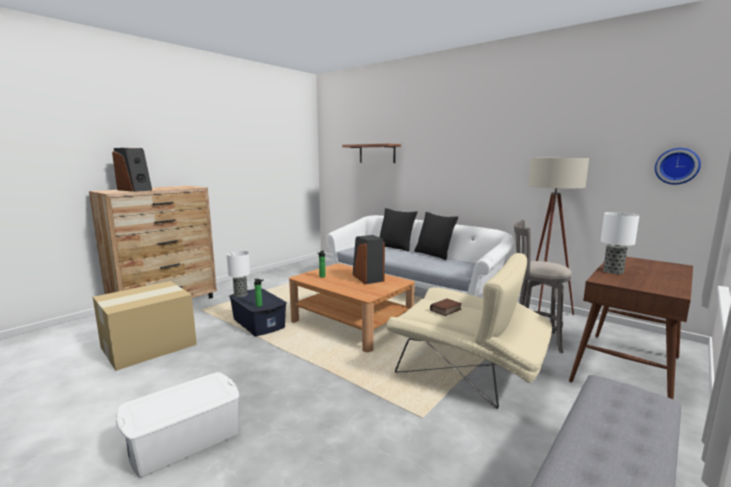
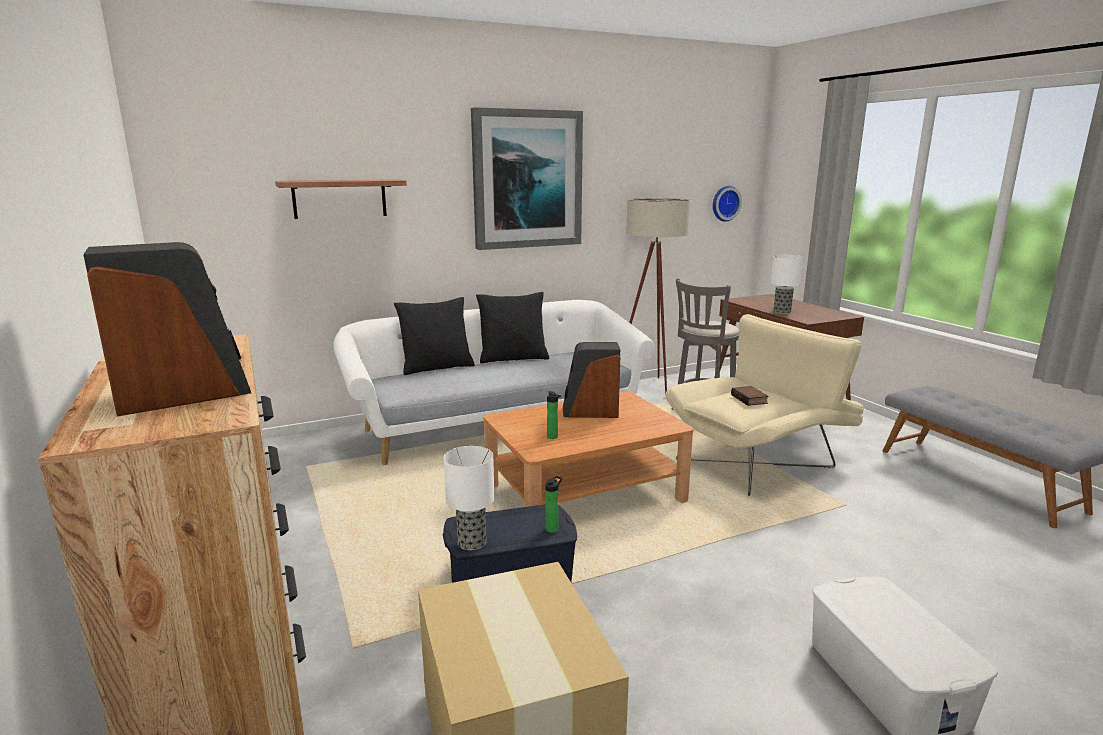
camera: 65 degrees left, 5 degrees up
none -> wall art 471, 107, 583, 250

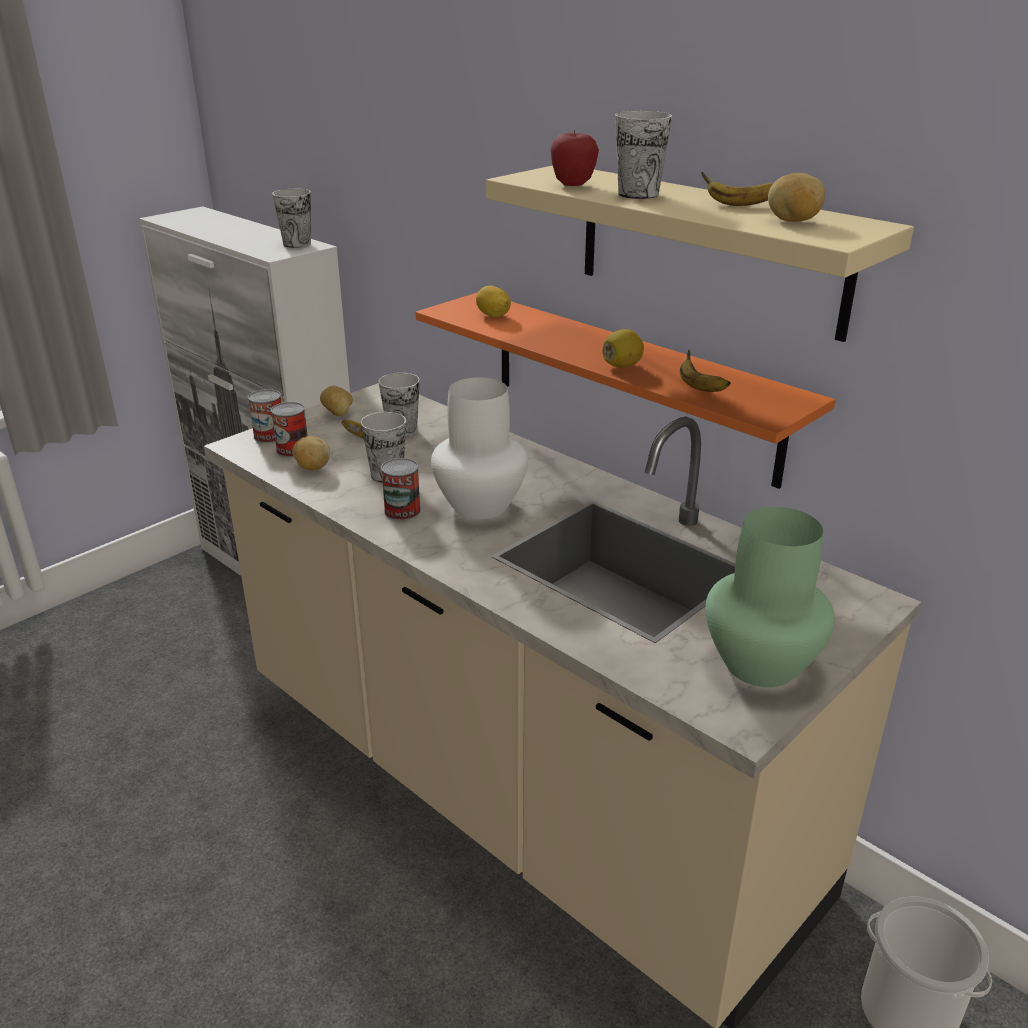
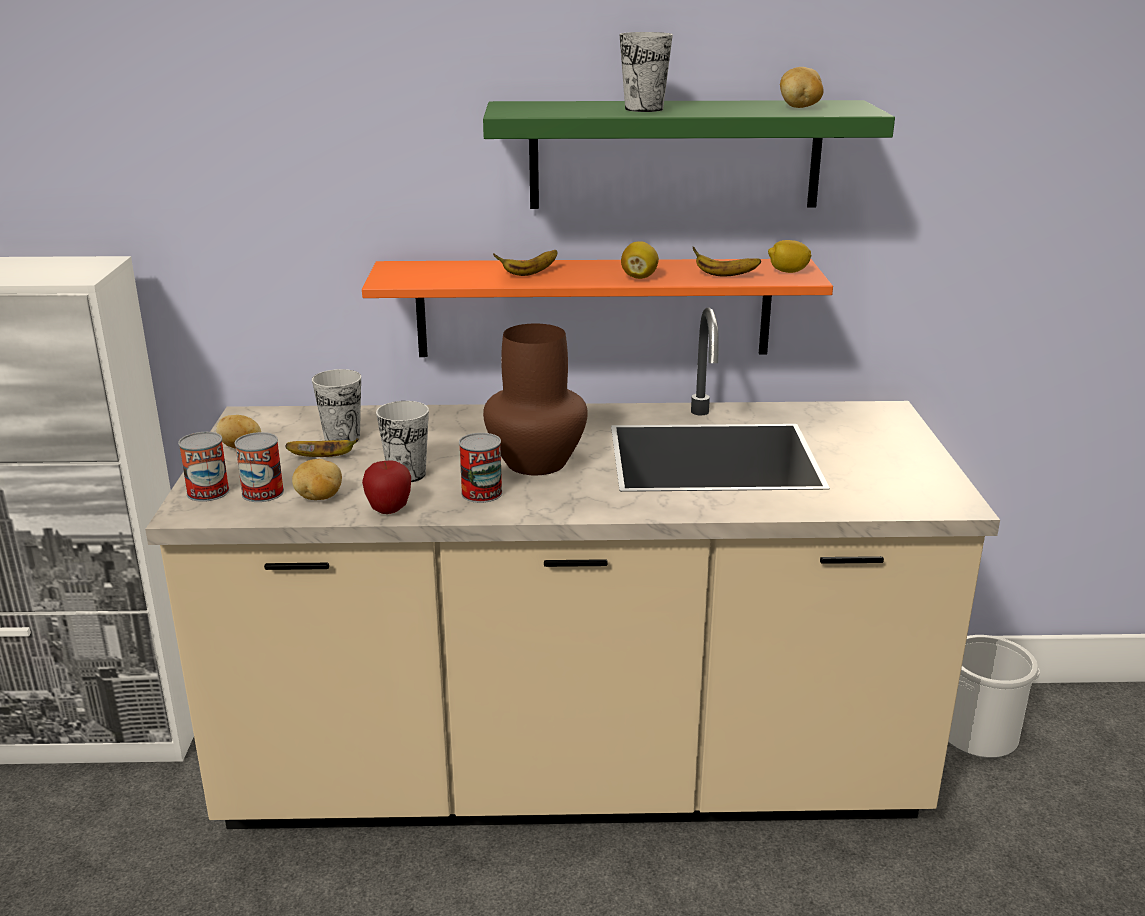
camera: 45 degrees left, 5 degrees down
drinking cup 272, 189, 311, 248 -> none
decorative vase (white) 431, 377, 528, 519 -> decorative vase (brownish) 483, 324, 588, 475
citrus fruit 476, 286, 511, 317 -> citrus fruit 768, 240, 812, 273, shifted
bracket shelf (beige) 486, 165, 914, 342 -> bracket shelf (green) 483, 100, 895, 209
apple fruit 550, 130, 599, 186 -> apple fruit 362, 460, 411, 514, shifted
banana 701, 172, 773, 206 -> banana 493, 250, 558, 276, shifted
decorative vase (green) 705, 507, 835, 687 -> none

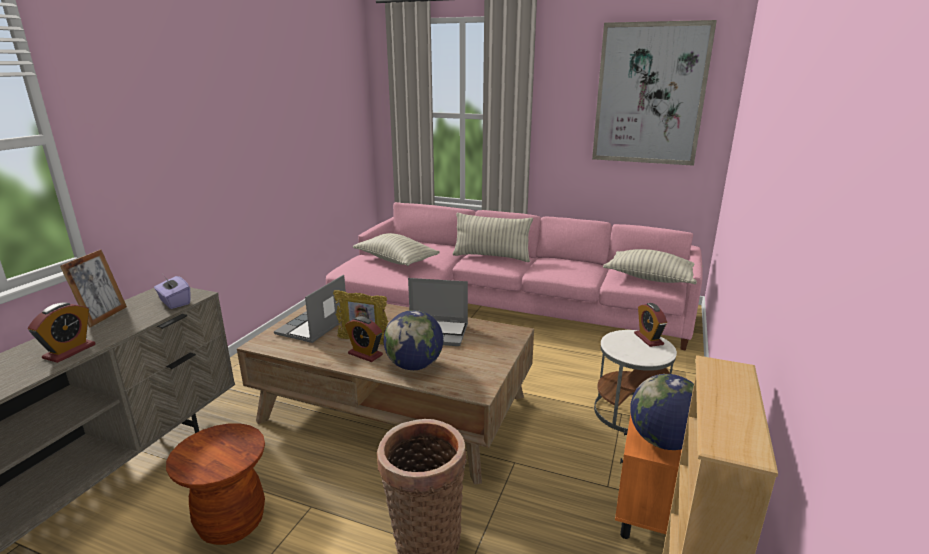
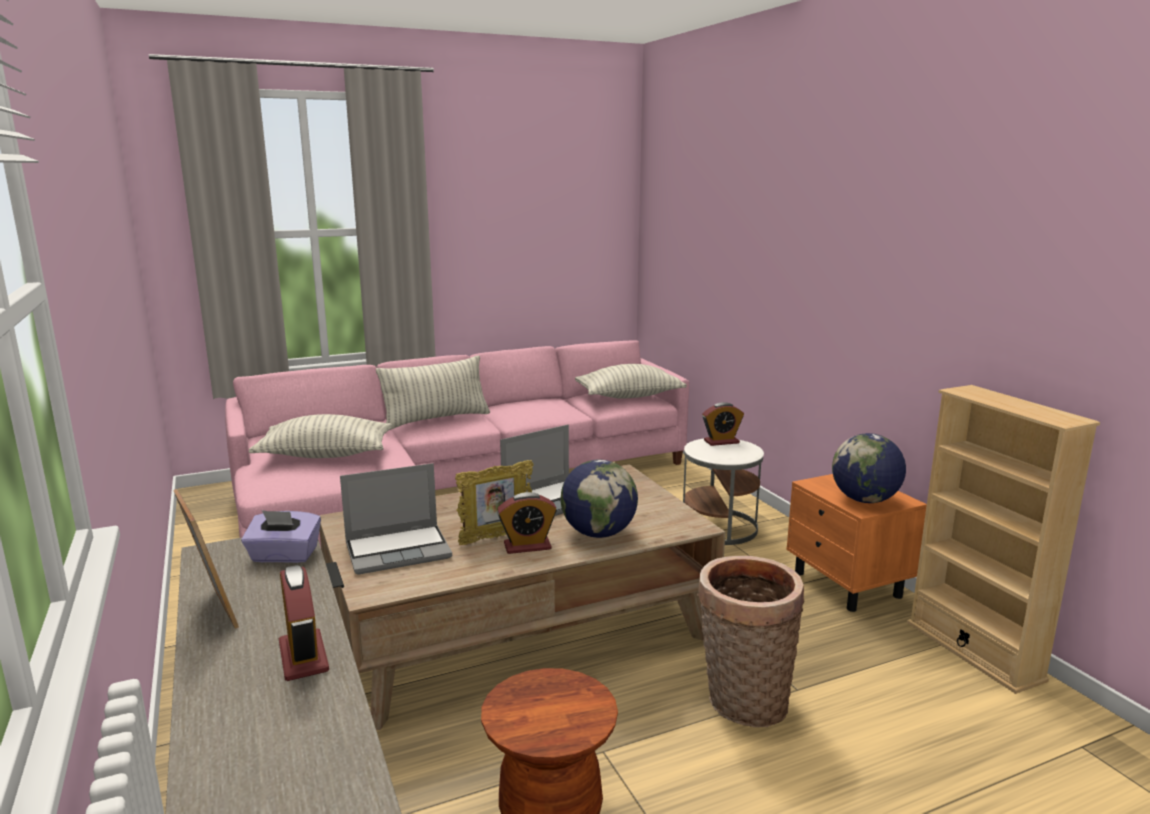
camera: 45 degrees left, 5 degrees down
portable computer 274, 275, 346, 343 -> portable computer 340, 463, 452, 575, 90 degrees counterclockwise
wall art 592, 20, 717, 166 -> none
bedside clock 634, 303, 667, 347 -> bedside clock 702, 402, 744, 446, 45 degrees counterclockwise

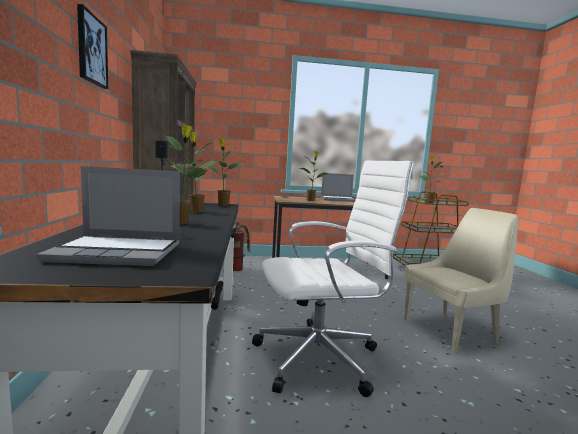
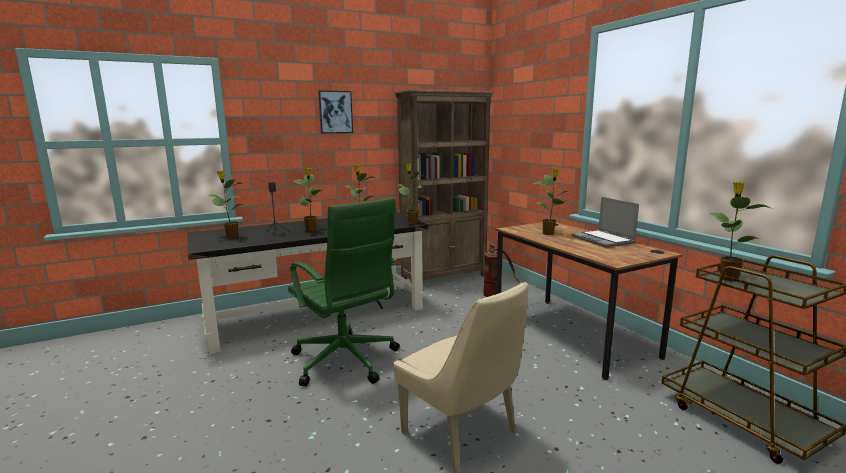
camera: 70 degrees right, 5 degrees up
portable computer 36, 166, 180, 266 -> plant in a pot 209, 170, 243, 238
desk chair (white) 252, 161, 414, 397 -> desk chair (green) 288, 197, 400, 386

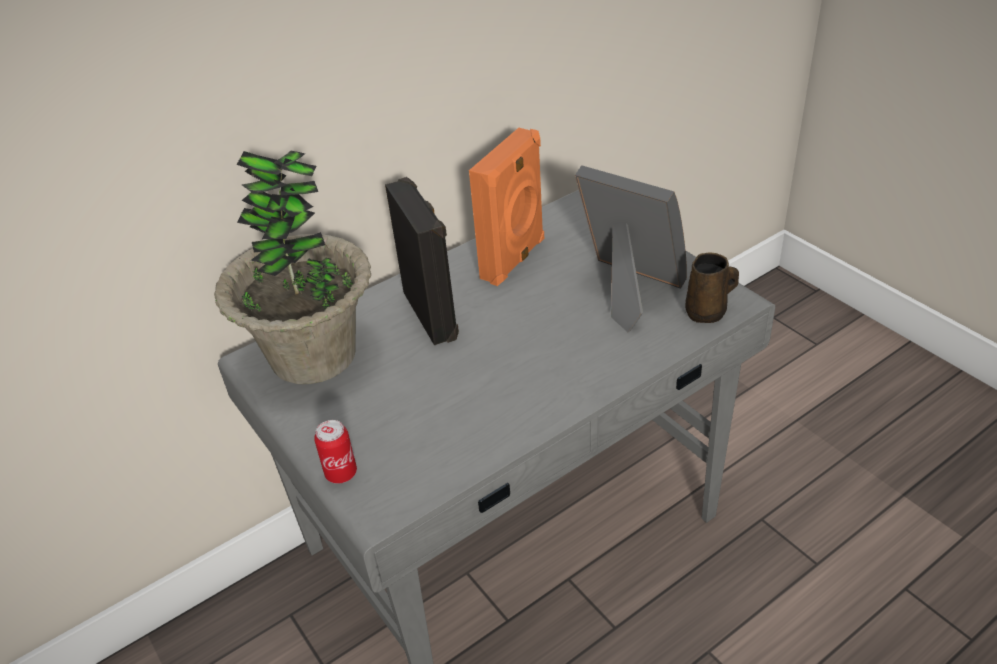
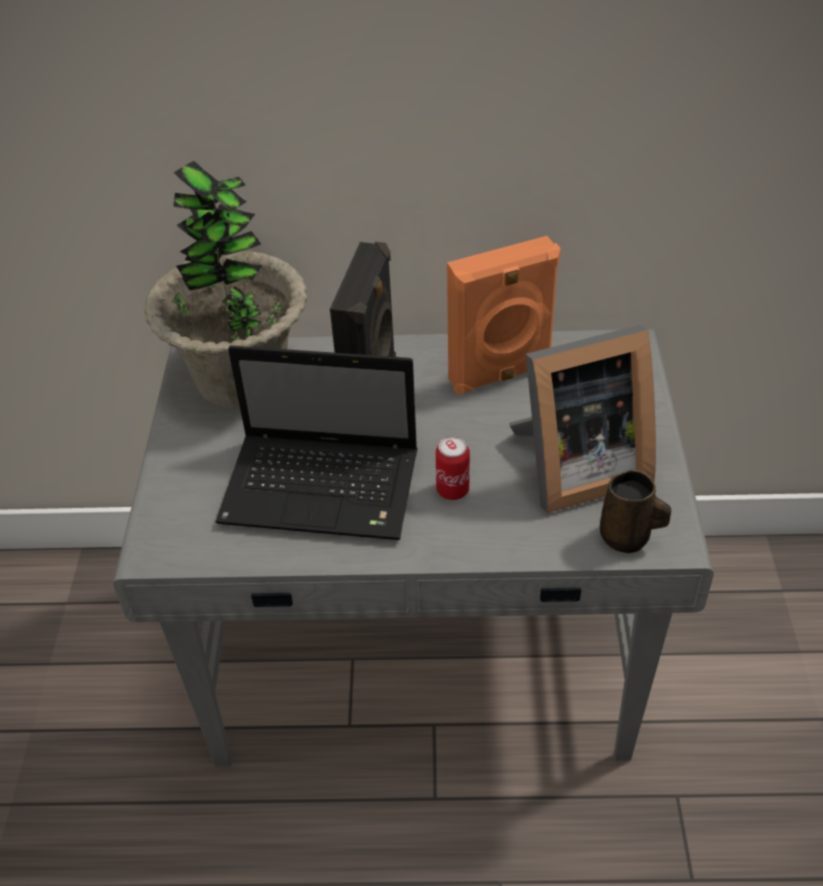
camera: 35 degrees right, 5 degrees up
sealed can 314, 420, 357, 484 -> sealed can 436, 436, 470, 500, shifted
picture frame 575, 165, 687, 332 -> picture frame 509, 325, 656, 513, 90 degrees clockwise
none -> portable computer 216, 346, 418, 540

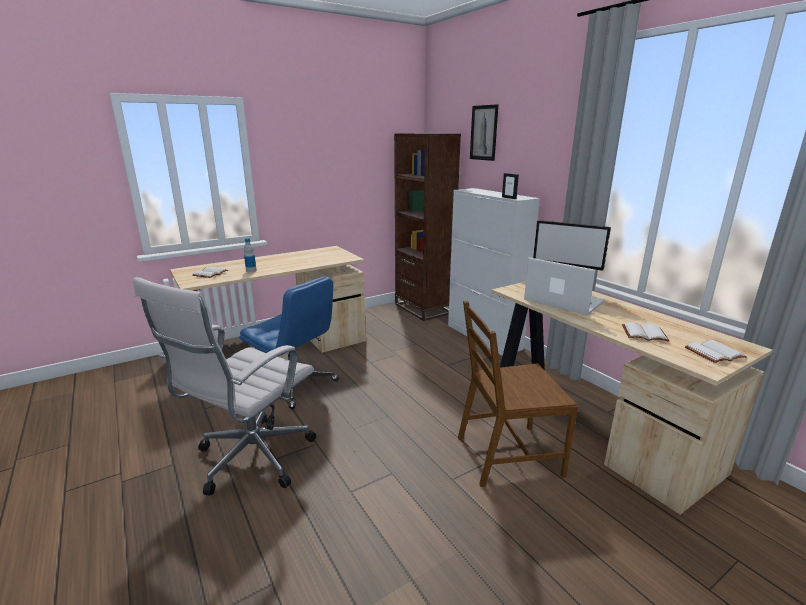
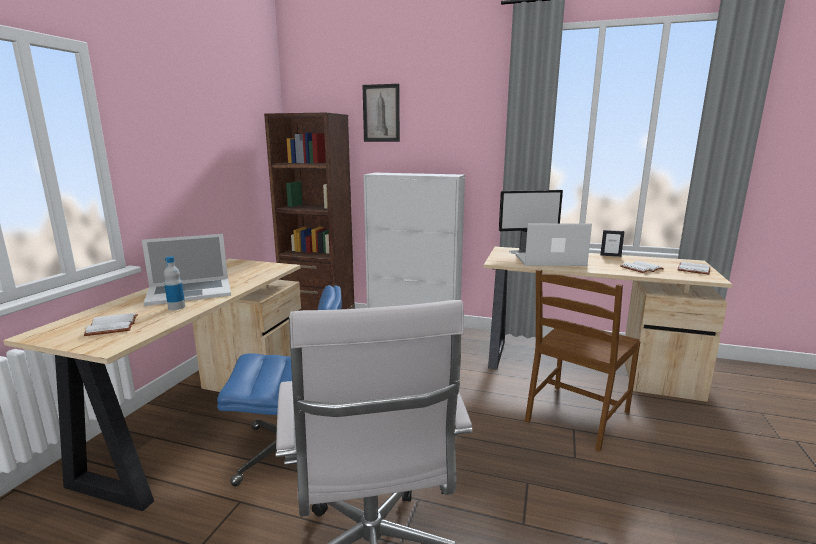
camera: 40 degrees left, 5 degrees down
picture frame 502, 173, 519, 199 -> picture frame 600, 230, 624, 257, shifted
none -> portable computer 142, 234, 231, 306

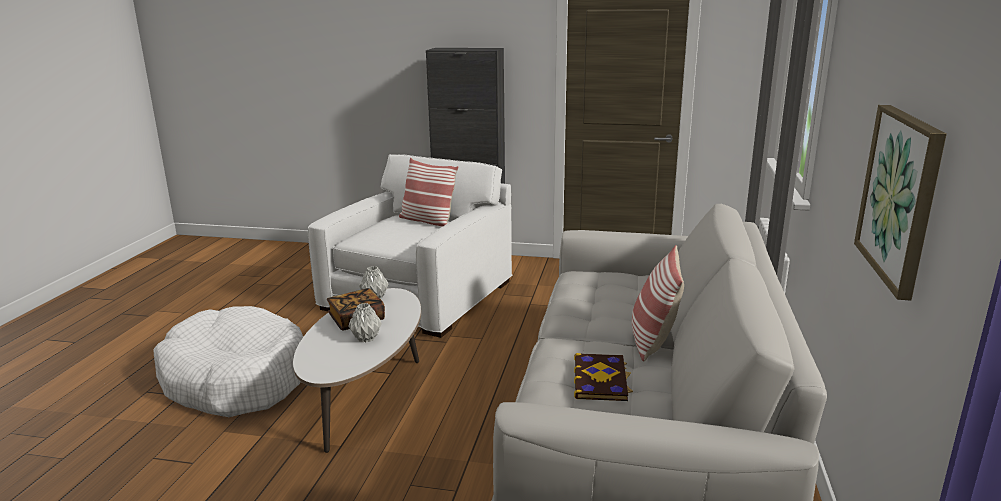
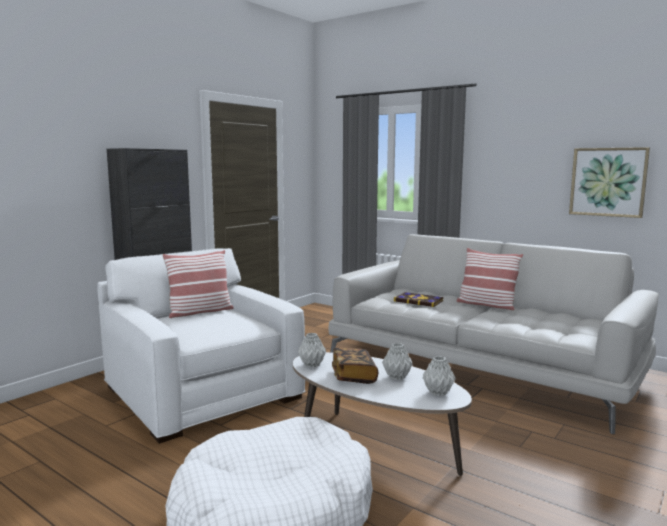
camera: 65 degrees left, 10 degrees down
book 574, 353, 633, 401 -> book 394, 292, 444, 307, shifted
none -> decorative vase (greyish) 423, 356, 456, 396

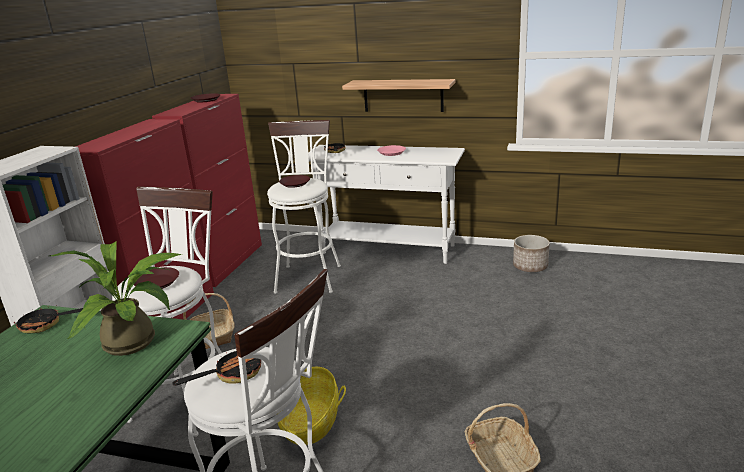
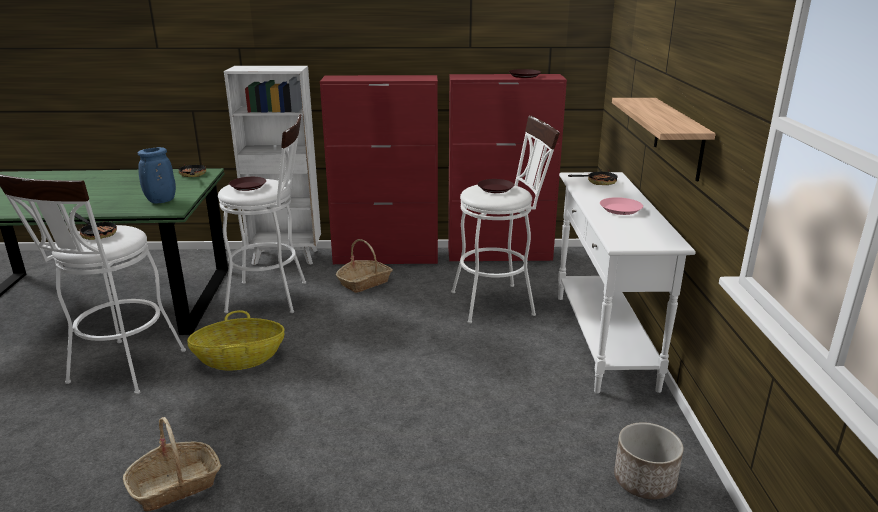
camera: 70 degrees right, 0 degrees up
plant in a pot 50, 241, 182, 356 -> decorative vase (bluish) 138, 147, 176, 204

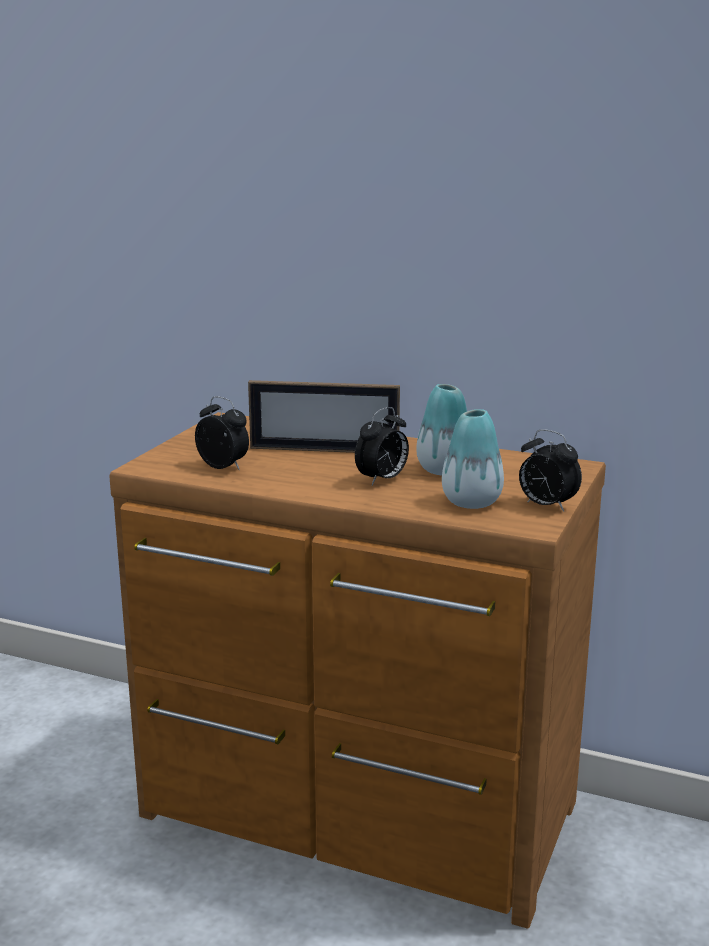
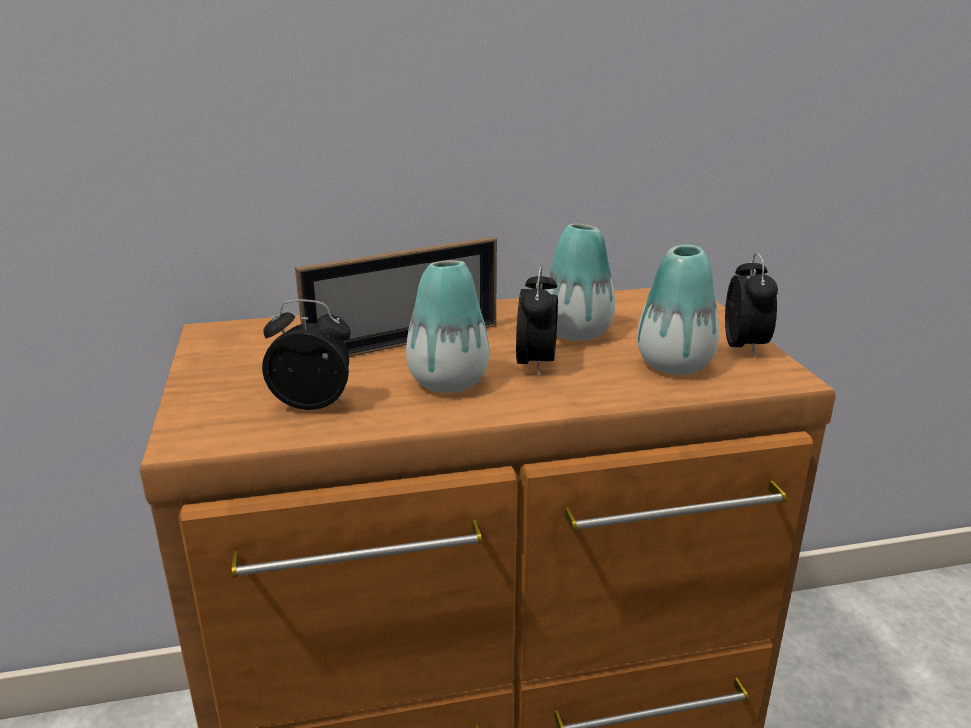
camera: 35 degrees left, 5 degrees up
bedside clock 519, 429, 582, 512 -> bedside clock 725, 252, 778, 358, 90 degrees counterclockwise
none -> decorative vase 406, 260, 489, 393

